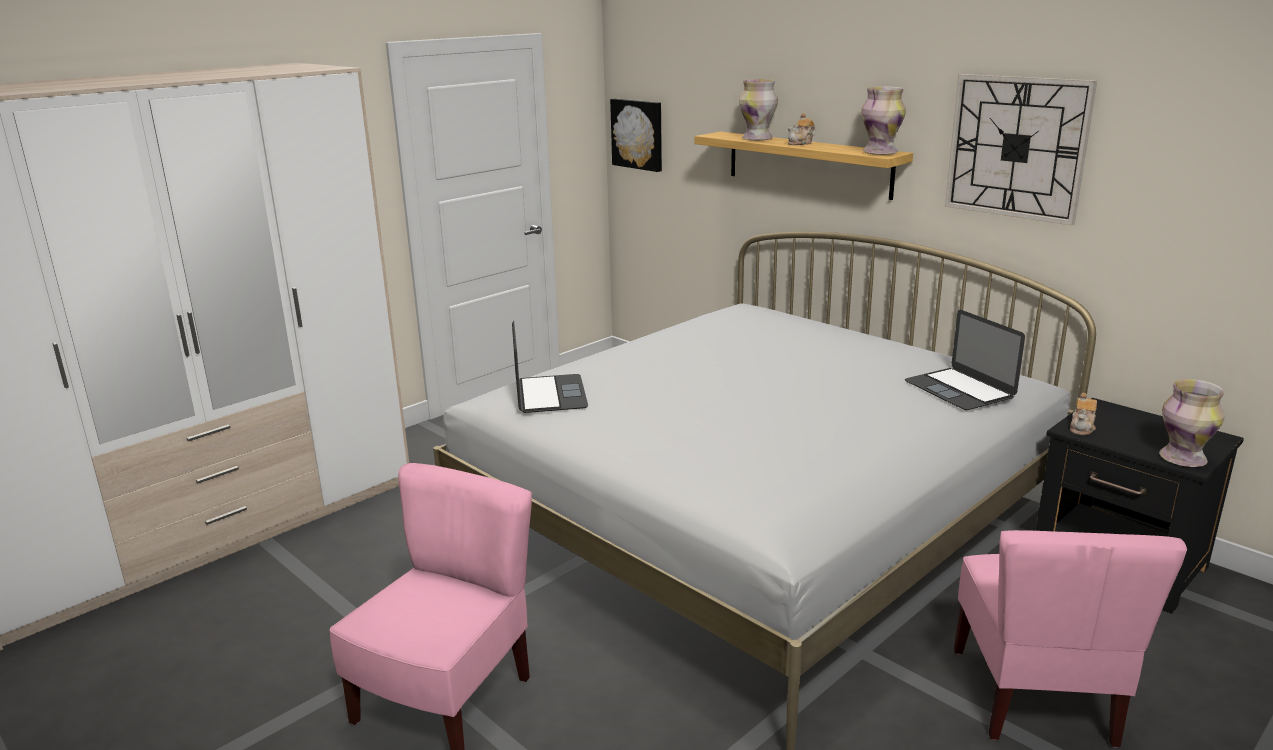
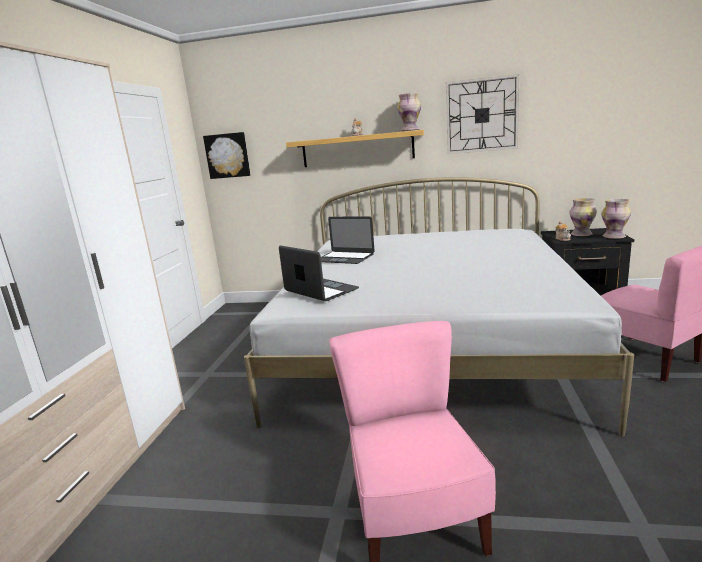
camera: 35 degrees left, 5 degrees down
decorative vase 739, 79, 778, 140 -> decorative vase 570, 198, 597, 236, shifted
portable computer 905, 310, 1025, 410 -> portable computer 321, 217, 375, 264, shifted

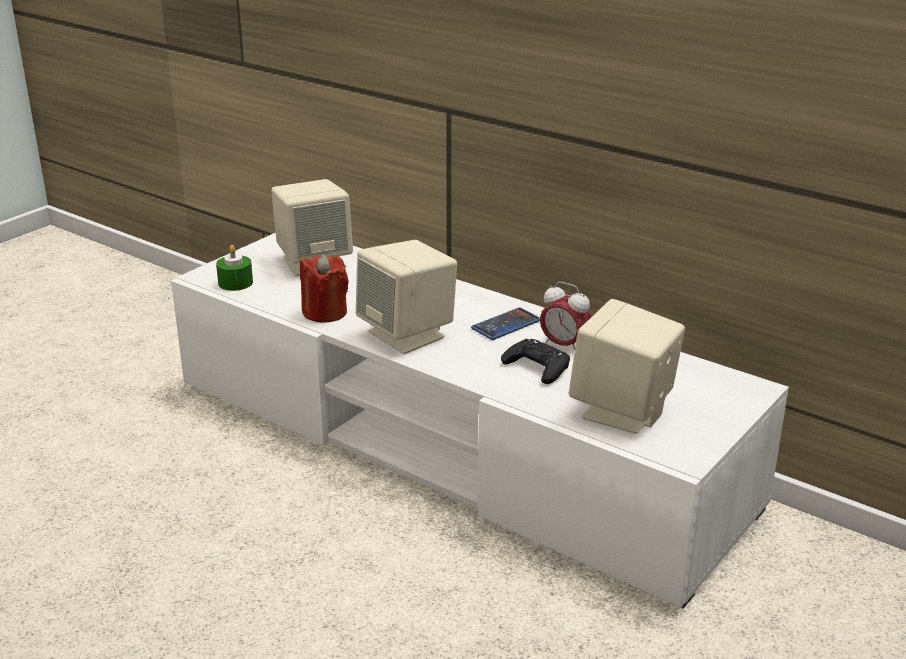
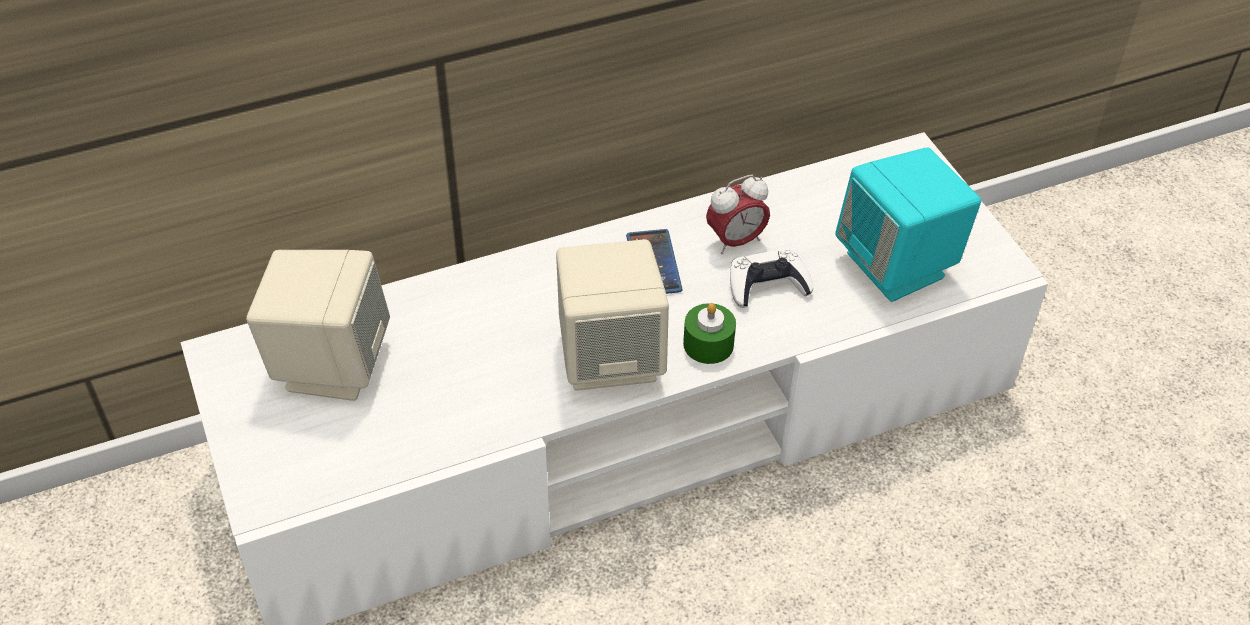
camera: 60 degrees left, 20 degrees up
wax light (green) 216, 245, 253, 291 -> wax light (green) 683, 303, 736, 364, shifted
wax light (red) 300, 254, 349, 323 -> none
joypad (blackish) 501, 339, 570, 384 -> joypad (white) 730, 249, 814, 308
speaker (beige) 569, 299, 685, 433 -> speaker (blue-green) 836, 148, 981, 302

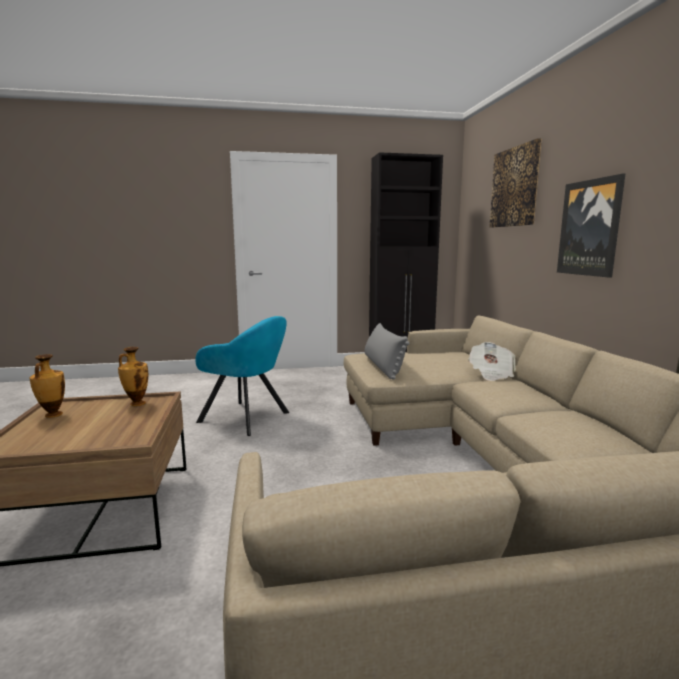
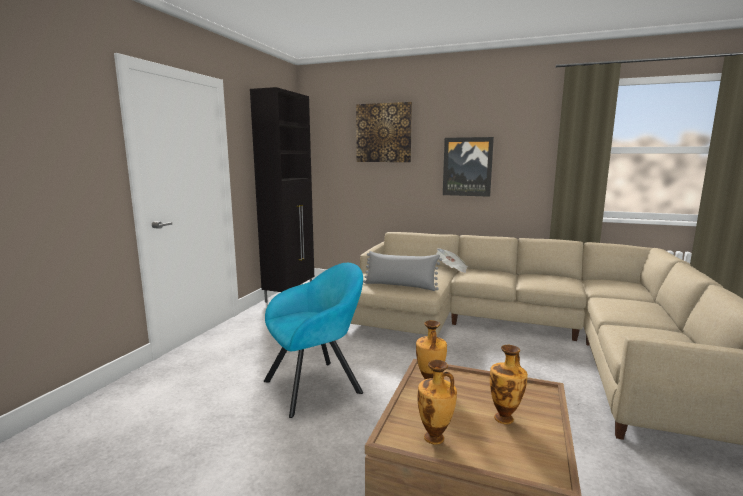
camera: 60 degrees left, 0 degrees up
none -> decorative vase 490, 345, 528, 424

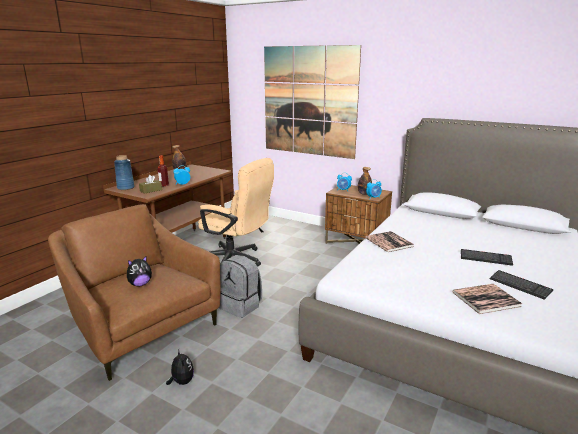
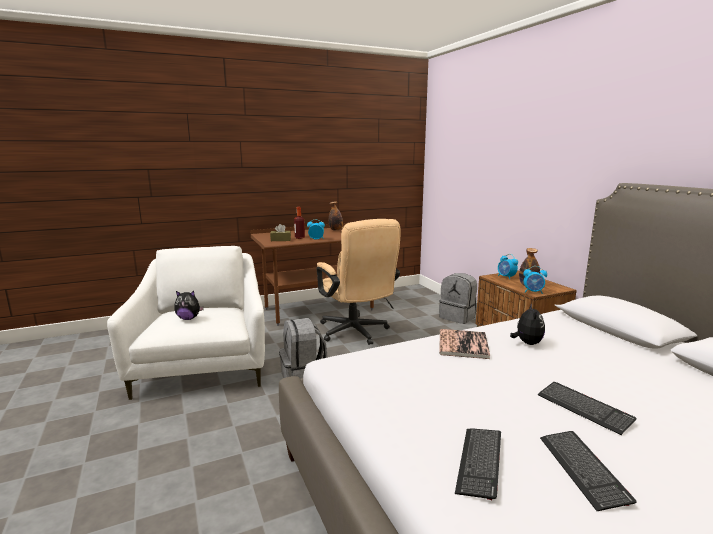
camera: 35 degrees right, 5 degrees down
easy chair (brownish) 48, 204, 221, 381 -> easy chair (white) 107, 246, 265, 400
decorative vase (bluish) 114, 155, 135, 190 -> none
soft toy 166, 350, 194, 385 -> soft toy 510, 303, 545, 345, shifted
wall art 264, 45, 361, 159 -> none
book 452, 284, 523, 314 -> PC keyboard 455, 429, 501, 500
none -> knapsack (greyish) 439, 273, 477, 324

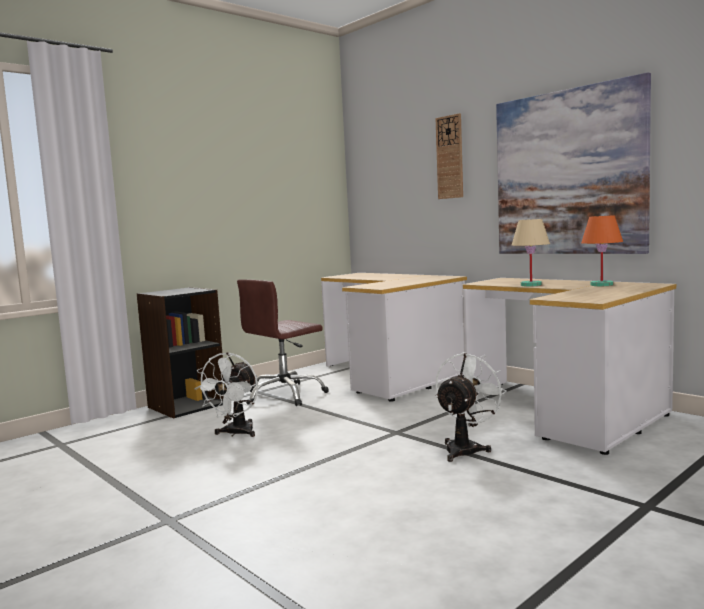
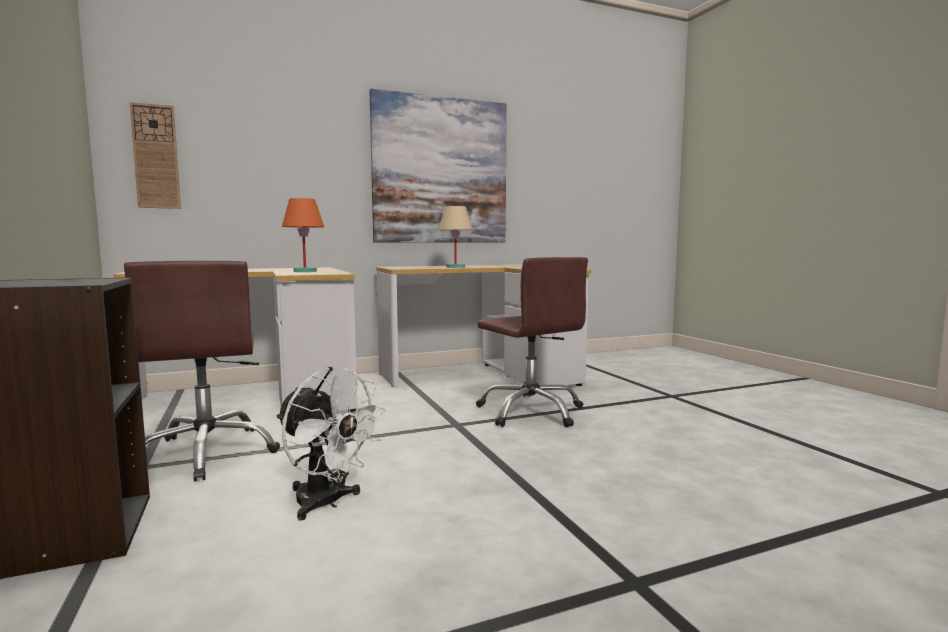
camera: 70 degrees left, 0 degrees up
hanging clock 435, 113, 463, 199 -> hanging clock 129, 102, 181, 209, shifted
cooling fan (white) 435, 352, 507, 462 -> desk chair (brownish) 476, 257, 588, 427
tabletop lamp (orange) 581, 215, 623, 286 -> tabletop lamp (orange) 282, 198, 324, 272, shifted

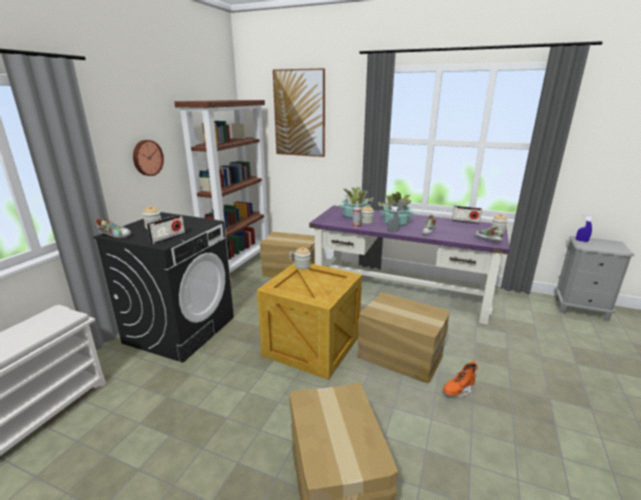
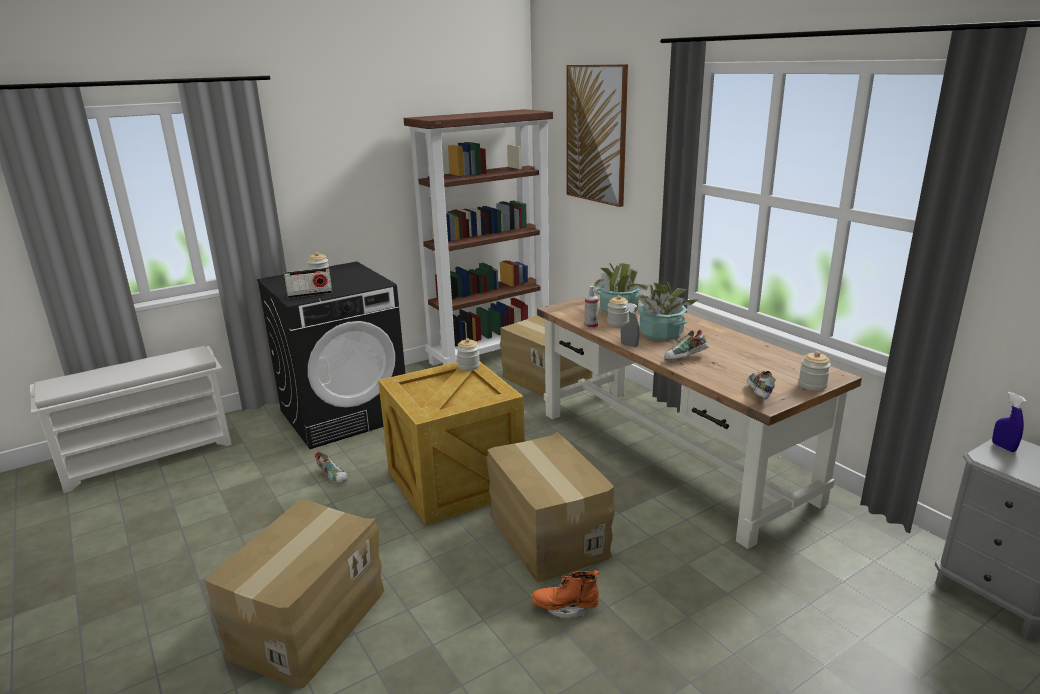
camera: 35 degrees right, 0 degrees up
low shoe 95, 218, 131, 238 -> low shoe 314, 451, 348, 484, shifted
hanging clock 133, 140, 164, 176 -> none
desk (purplish) 309, 205, 510, 325 -> desk (brownish) 537, 294, 862, 549
radio receiver 452, 206, 482, 224 -> none

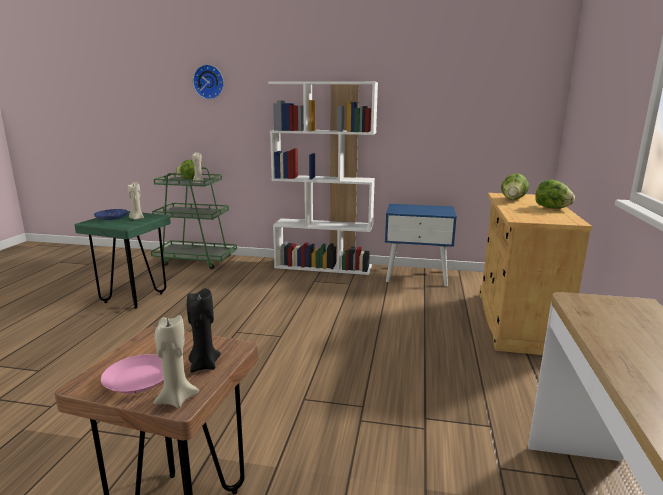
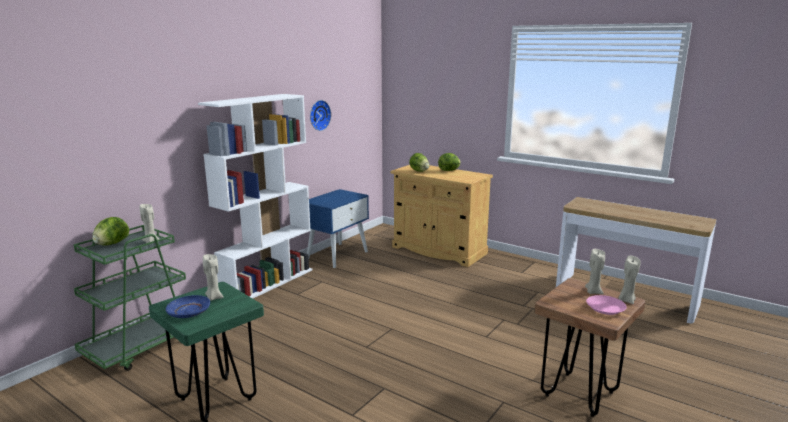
camera: 65 degrees left, 0 degrees up
wax light (blackish) 187, 288, 221, 372 -> wax light (beige) 585, 249, 605, 294
hanging clock 193, 64, 224, 99 -> hanging clock 310, 100, 331, 131, shifted

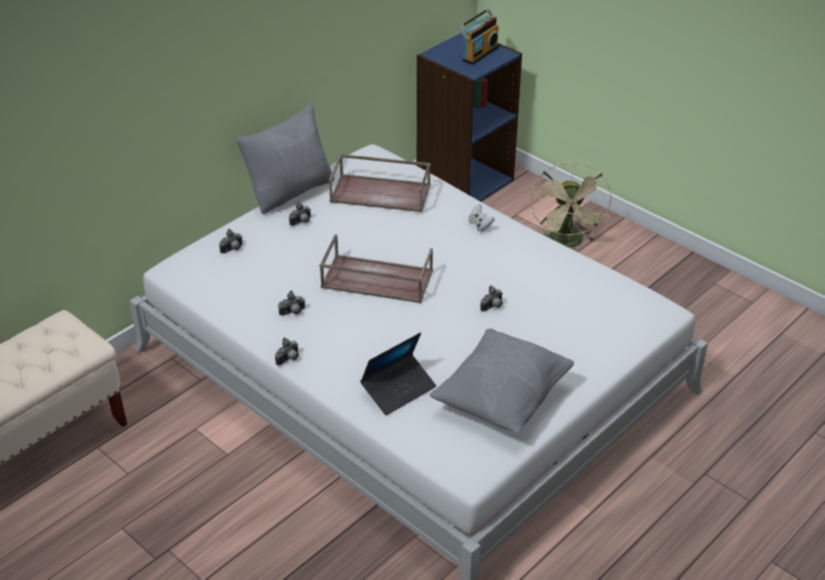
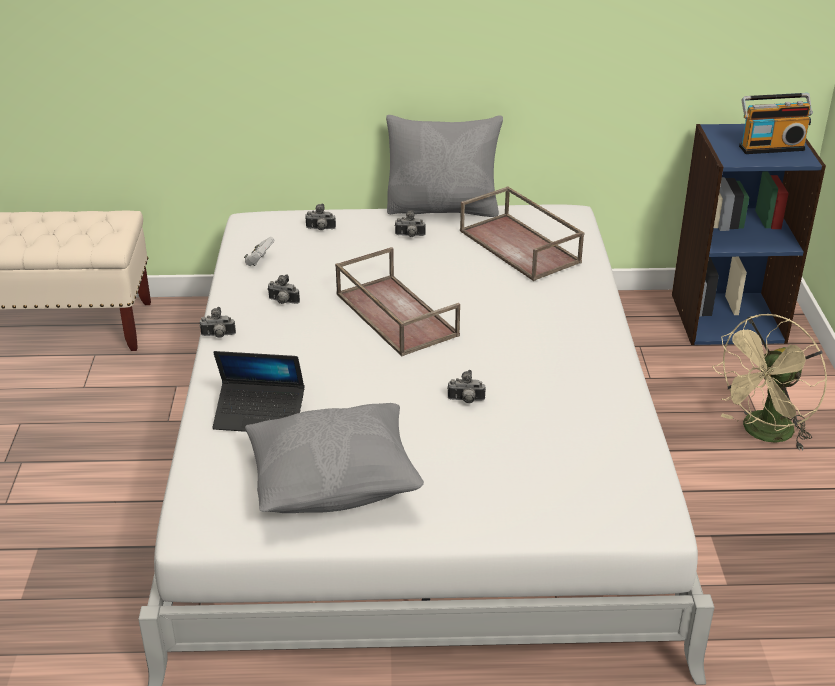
camera: 45 degrees right, 5 degrees down
joypad (white) 468, 204, 495, 232 -> joypad (white) 244, 237, 275, 266, shifted

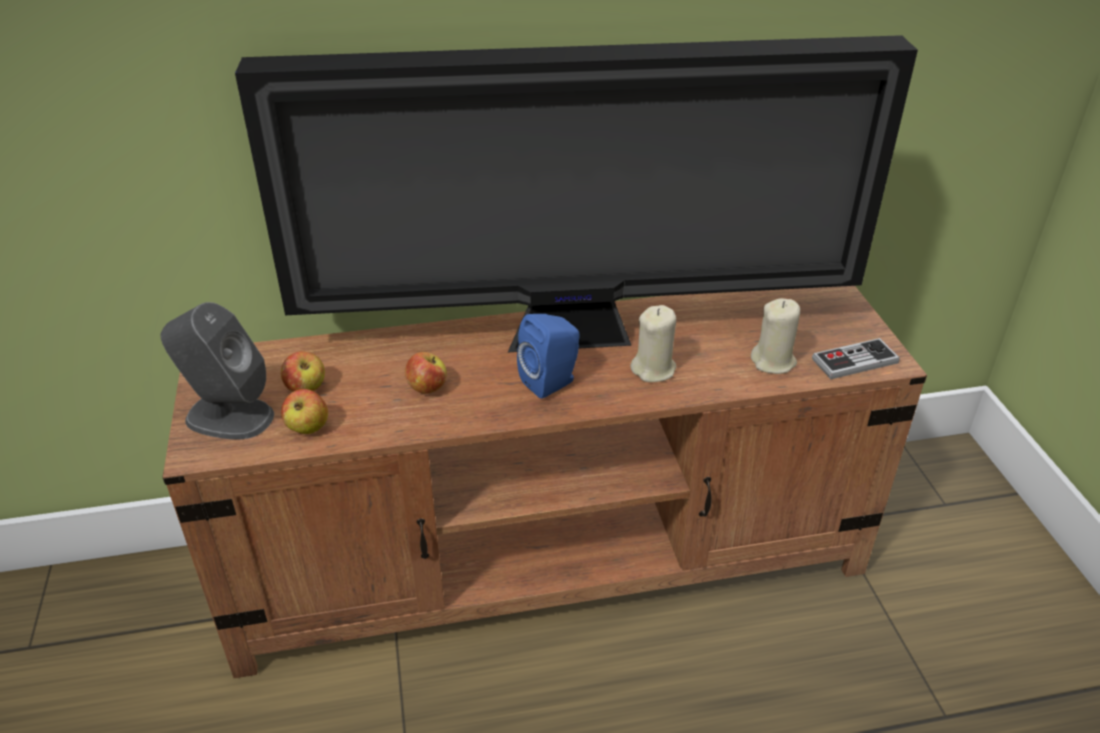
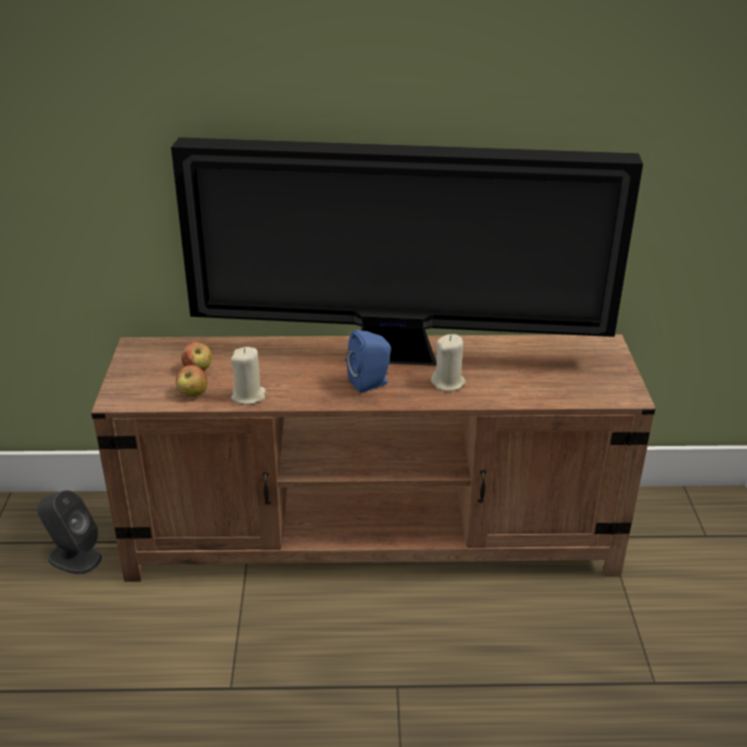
camera: 10 degrees right, 5 degrees down
speaker (greyish) 160, 302, 274, 440 -> speaker (greyish) 37, 490, 102, 574, shifted
apple fruit 405, 352, 447, 394 -> none
wax light (beige) 751, 298, 800, 374 -> wax light (beige) 231, 347, 266, 405, shifted
joypad 812, 338, 900, 379 -> none

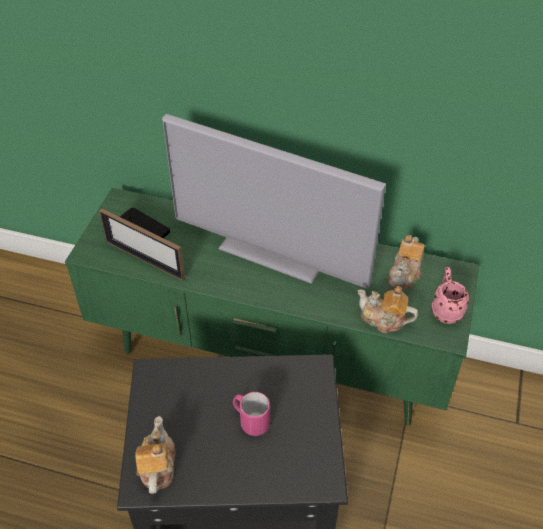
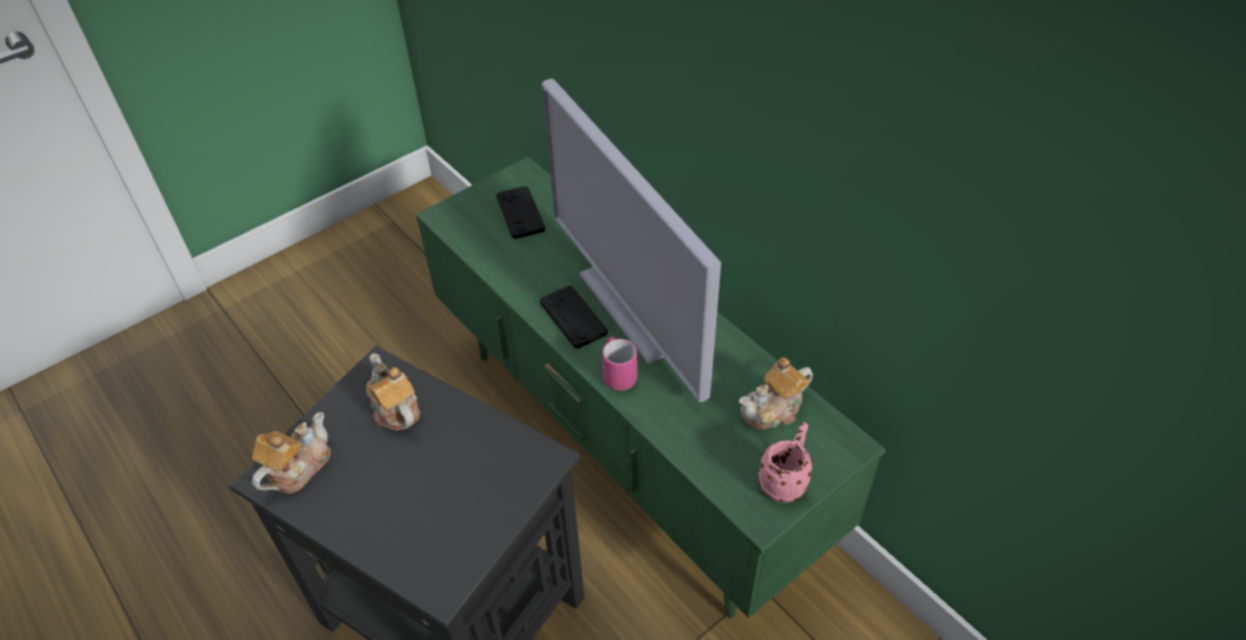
camera: 35 degrees right, 0 degrees up
picture frame 99, 208, 185, 281 -> none
mug (pink-coloured) 233, 392, 270, 436 -> mug (pink-coloured) 602, 337, 637, 391, shifted
pot for tea 358, 286, 418, 333 -> pot for tea 366, 353, 420, 430, shifted
none -> joypad (blackish) 540, 285, 608, 349

